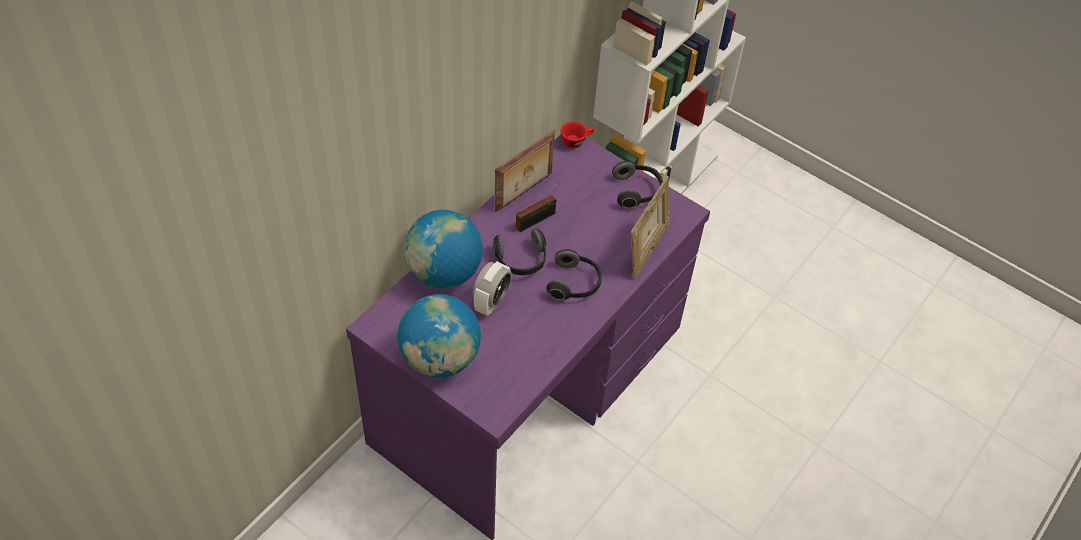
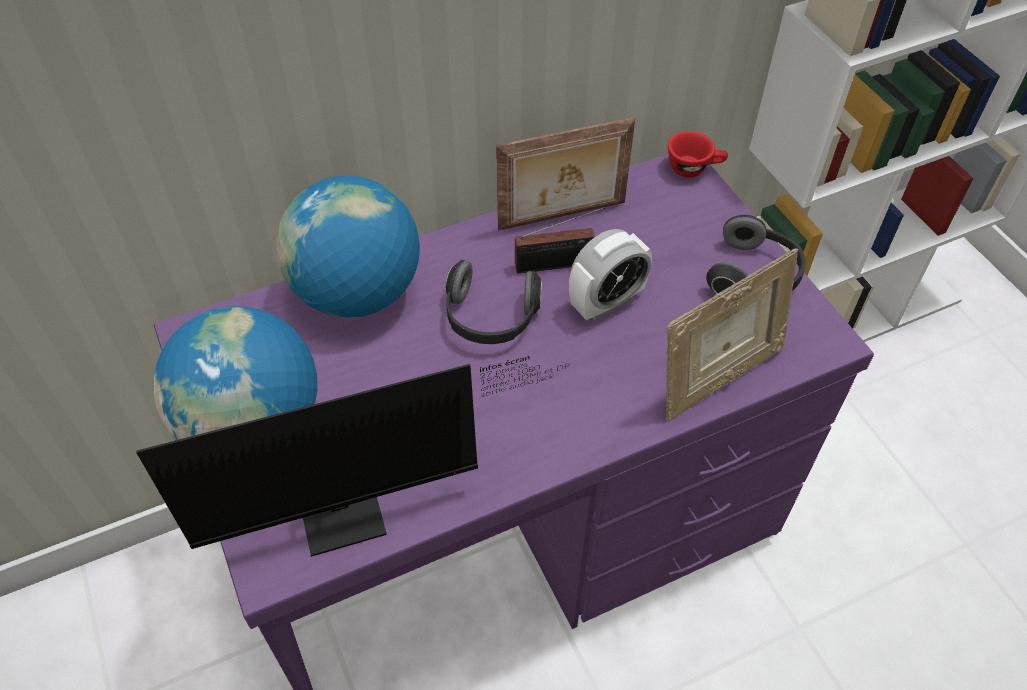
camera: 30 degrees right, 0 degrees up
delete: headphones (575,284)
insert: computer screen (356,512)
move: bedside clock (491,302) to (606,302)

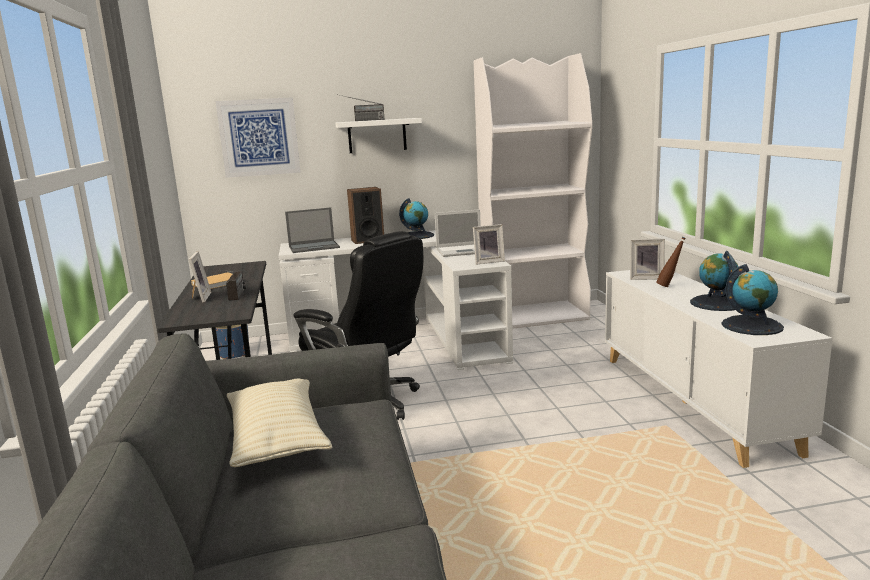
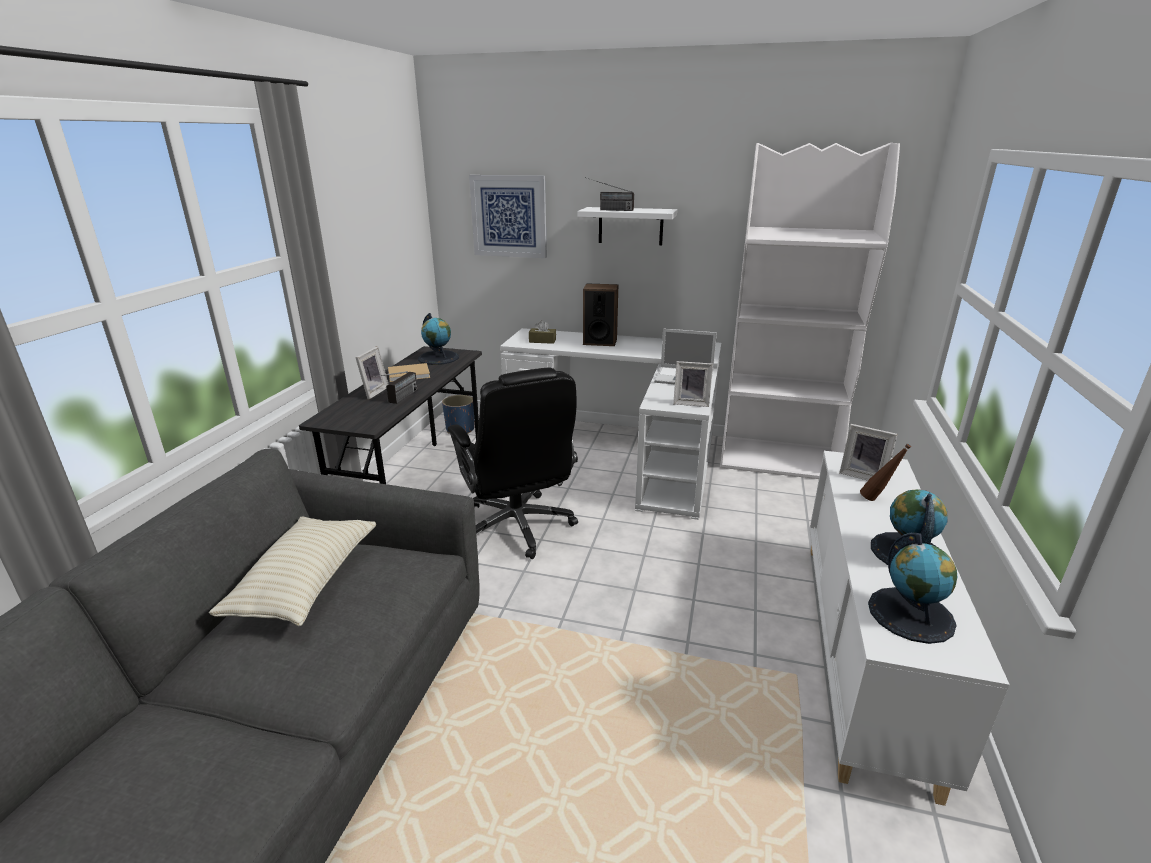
camera: 25 degrees right, 10 degrees up
move: world globe (417,236) to (438,358)
replace: portable computer (314,247) to box of tissues in brown-coloured (542,341)

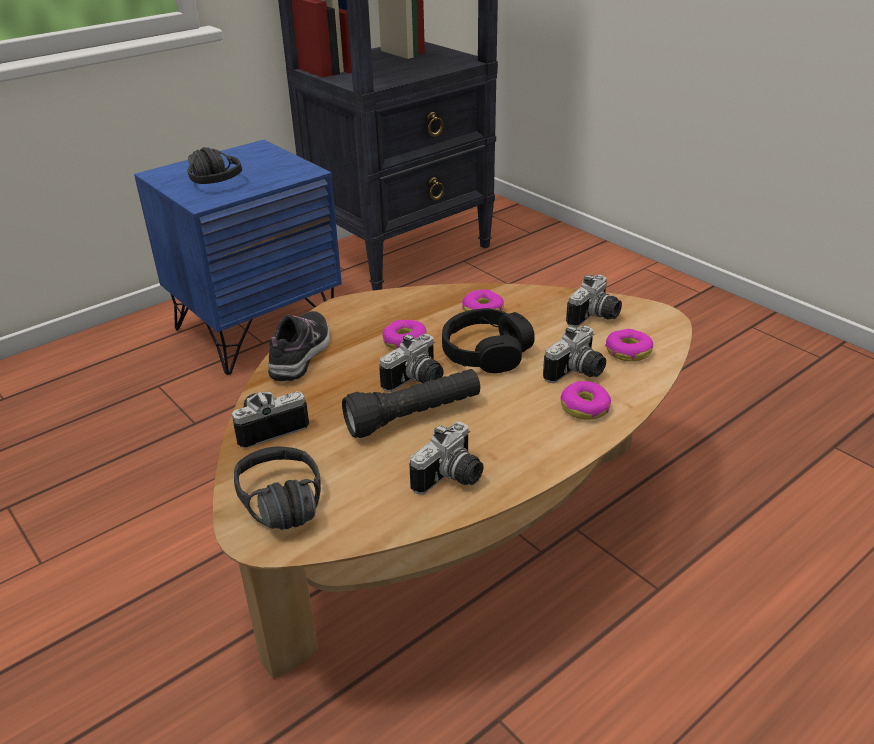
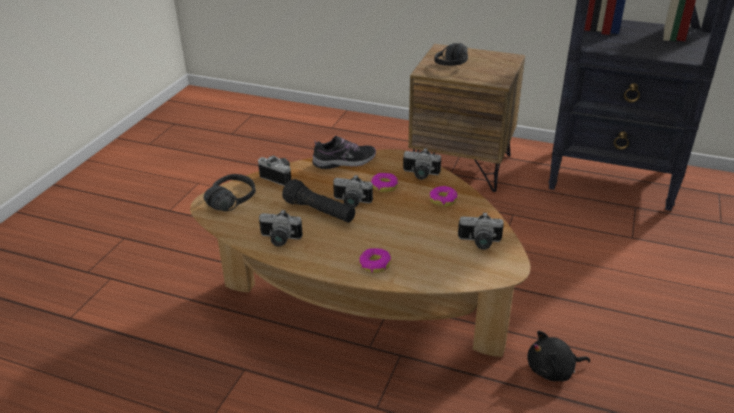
camera: 60 degrees right, 0 degrees up
delete: headphones in black-coloured (486,352); donut (628,351)
insert: cuddly toy in black-coloured (553,370)
move: photo camera (577,373) to (420,175)
recolor: night table in bluish (257,328) to night table in brown-coloured (462,165)

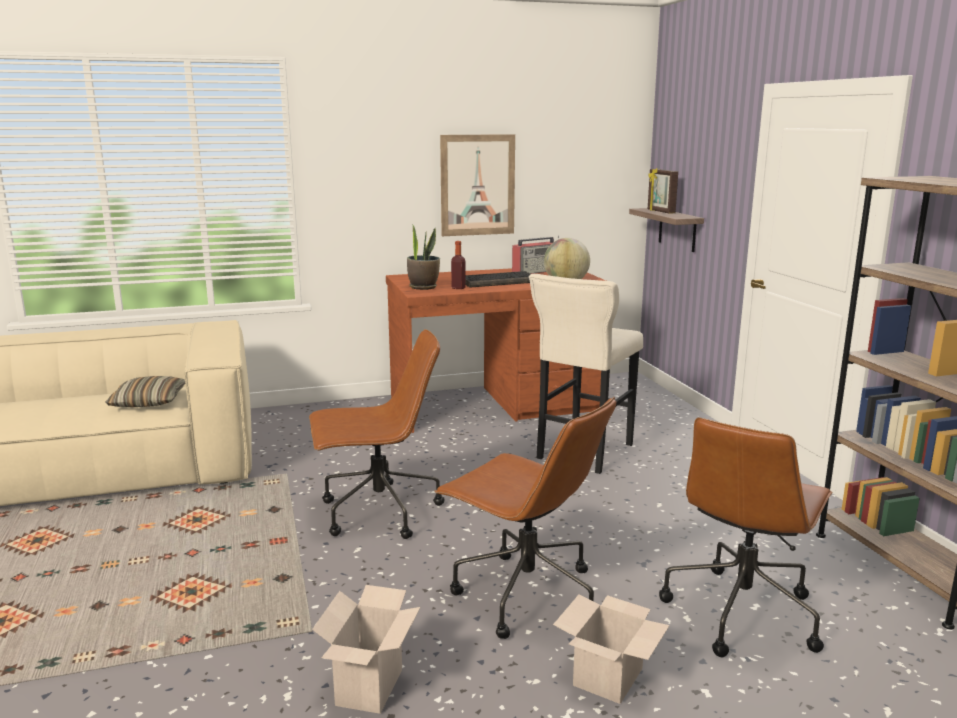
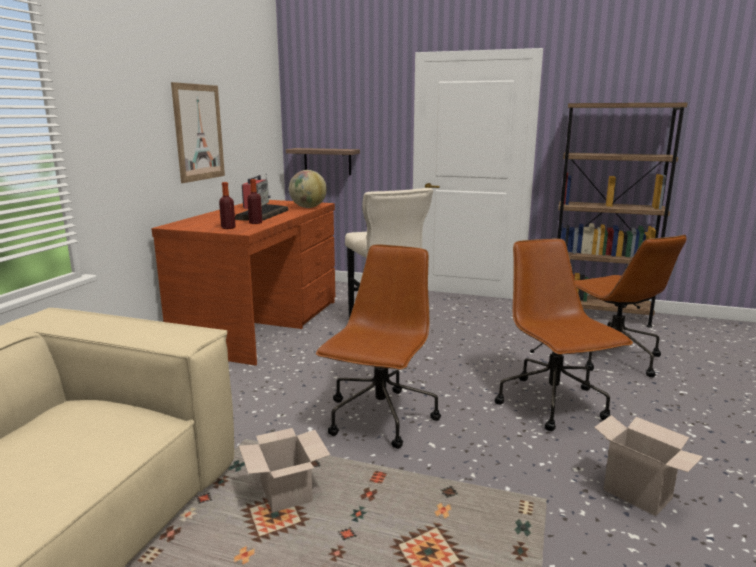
camera: 55 degrees left, 0 degrees up
delete: cushion (149,402); picture frame (660,212)
move: packing box (608,678) to (287,493)
replace: plant in a pot (423,287) to bottle (228,228)
rotate: desk chair in brown-coloured (525,595) = (553,404) 90 degrees counterclockwise

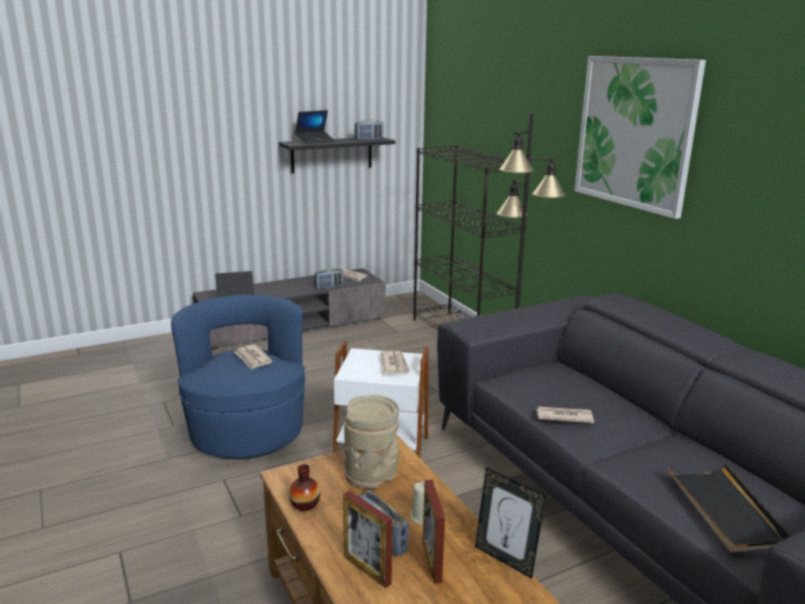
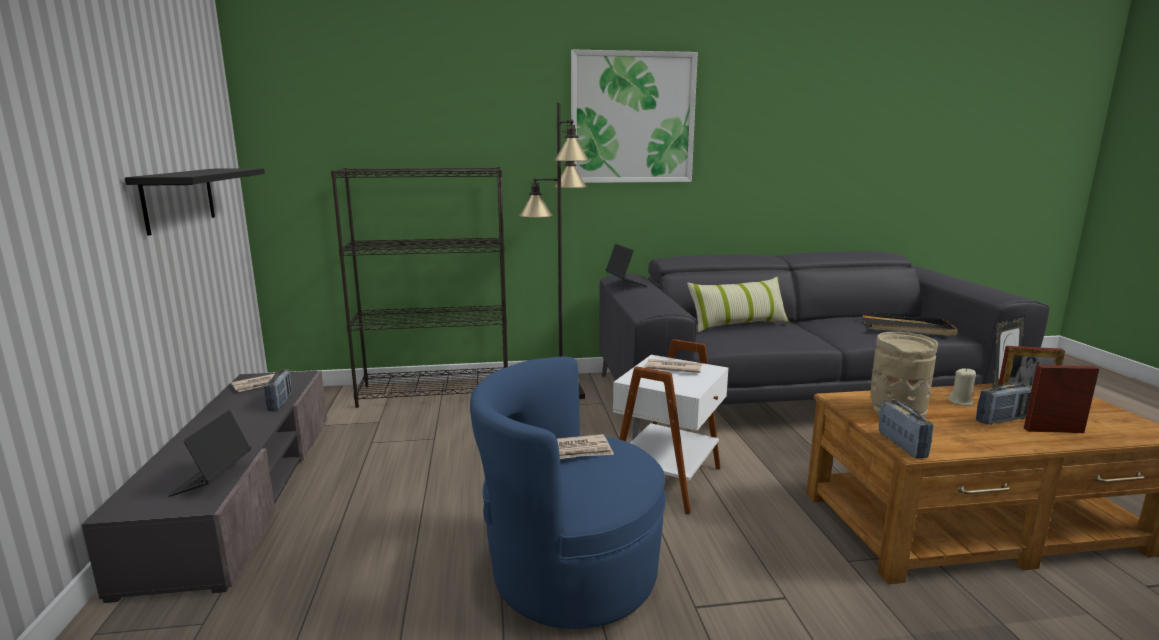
camera: 70 degrees left, 5 degrees down
delete: vase (305,504); daily paper (563,416)
insert: cushion (738,324)
move: portable computer (315,141) to (625,283); radio set (369,139) to (902,445)
rotate: picture frame (367,570) = (1053,430) 150 degrees counterclockwise

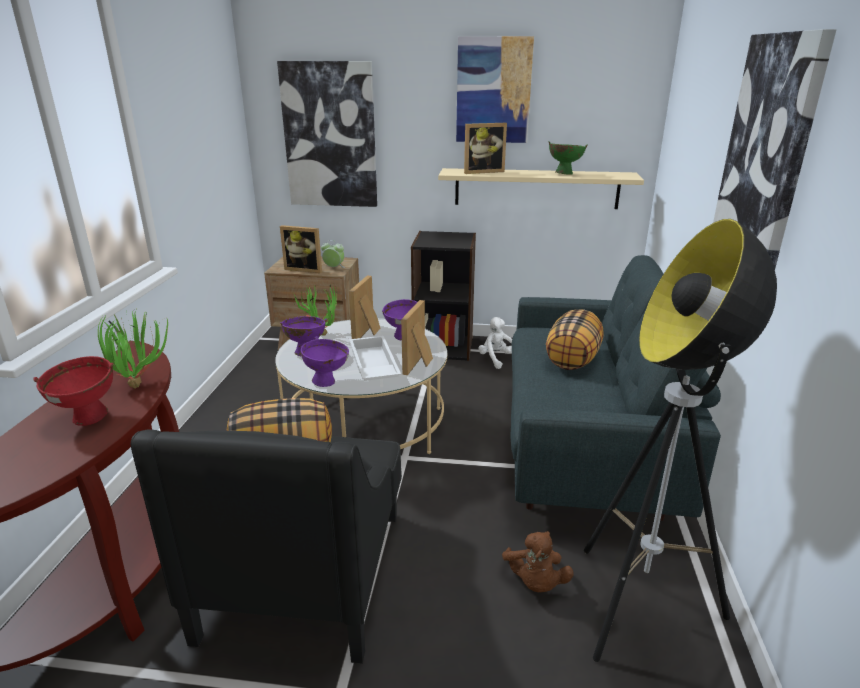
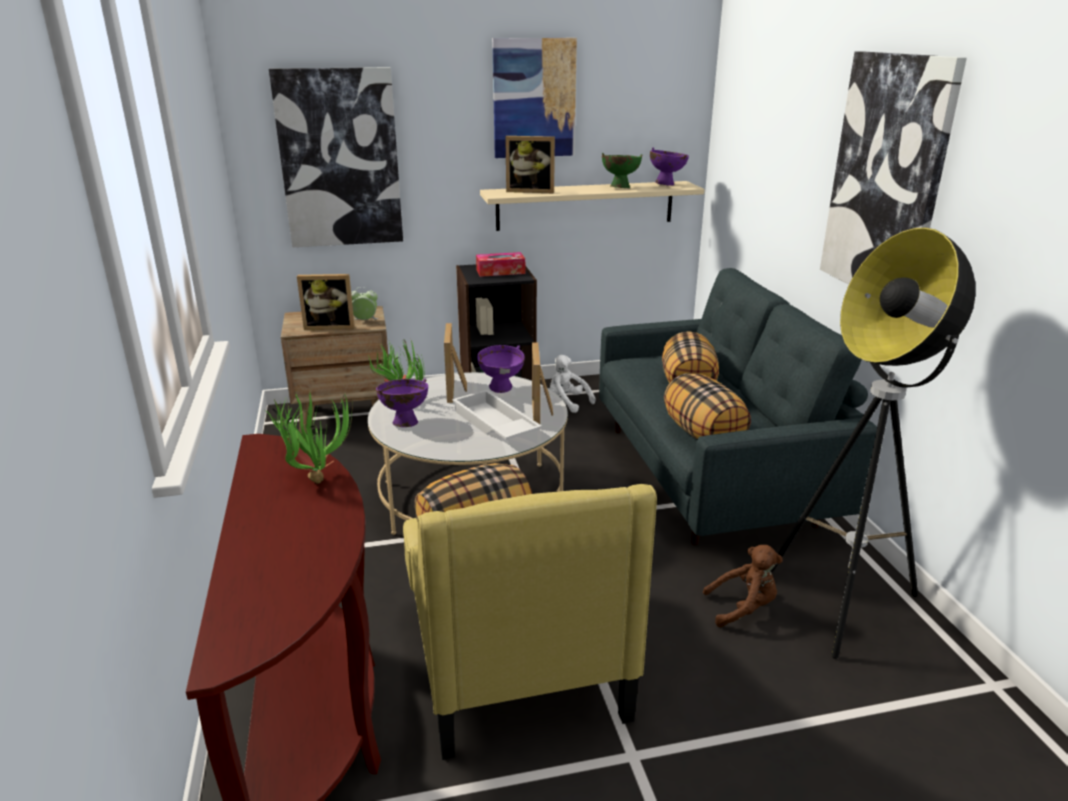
camera: 20 degrees left, 0 degrees up
delete: deep dish in reddish (89,419)
insert: box of tissues (500,271); cushion (703,435)
move: deep dish in purple (326,381) to (666,184)
recolor: lounge chair in black-coloured (305,571) to lounge chair in yellowish (514,657)
rotate: picture frame (482,171) = (531,191) 45 degrees clockwise; cuddly toy in brown-coloured (535,582) = (743,608) 75 degrees counterclockwise

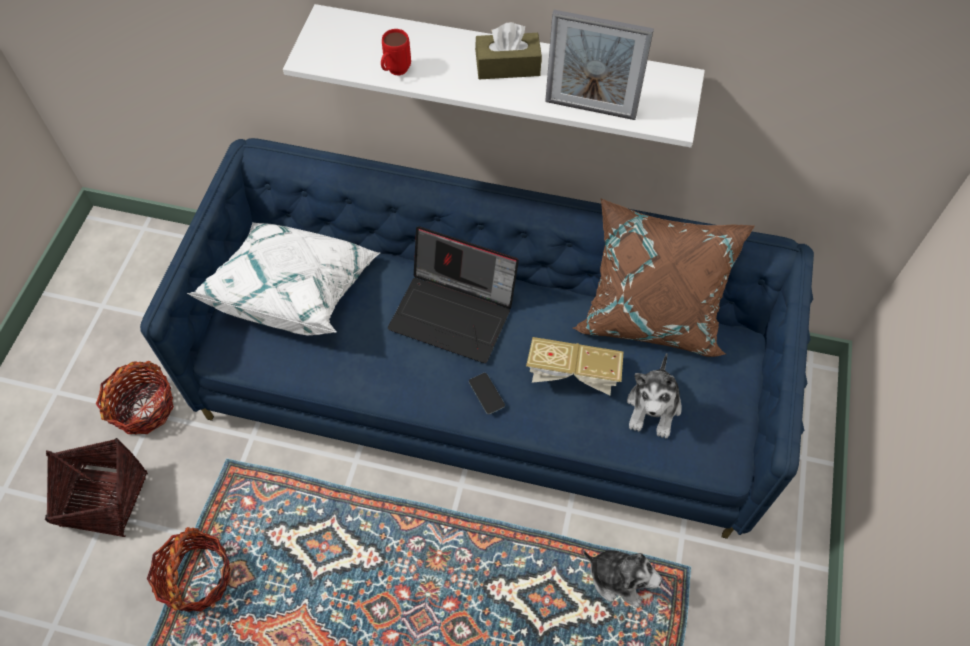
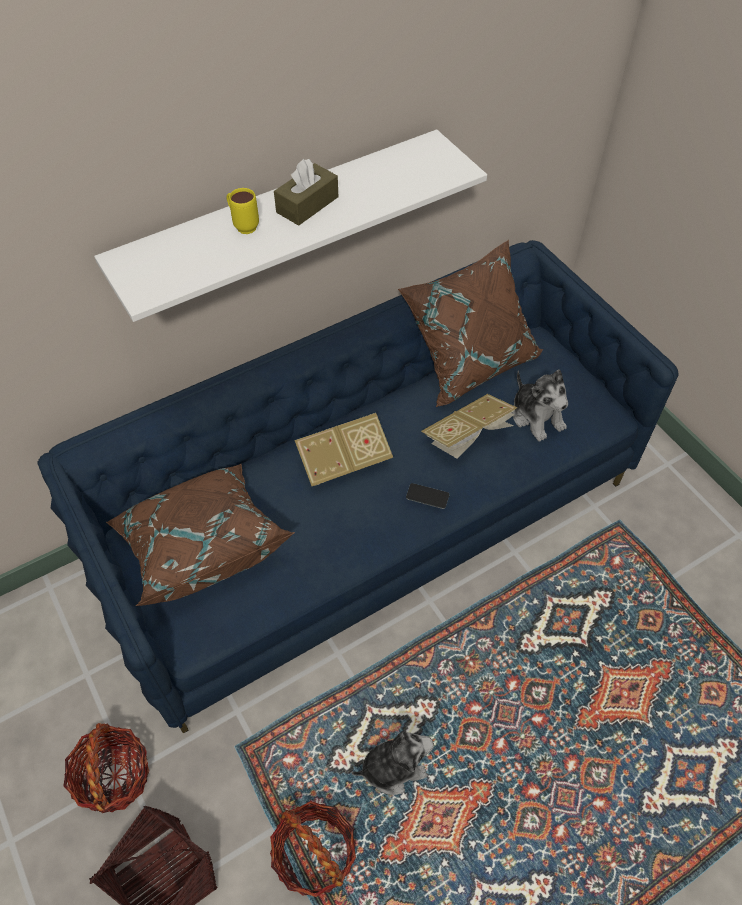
camera: 45 degrees left, 5 degrees down
delete: coffee mug in reddish (395,72); picture frame (590,109)
insert: coffee mug in yellowish (243,226)
move: cuddly toy (619,578) to (393,767)
replace: portable computer (455,313) to bound book (343,462)
recolor: cushion in white-coloured (295,290) to cushion in brown-coloured (201,545)

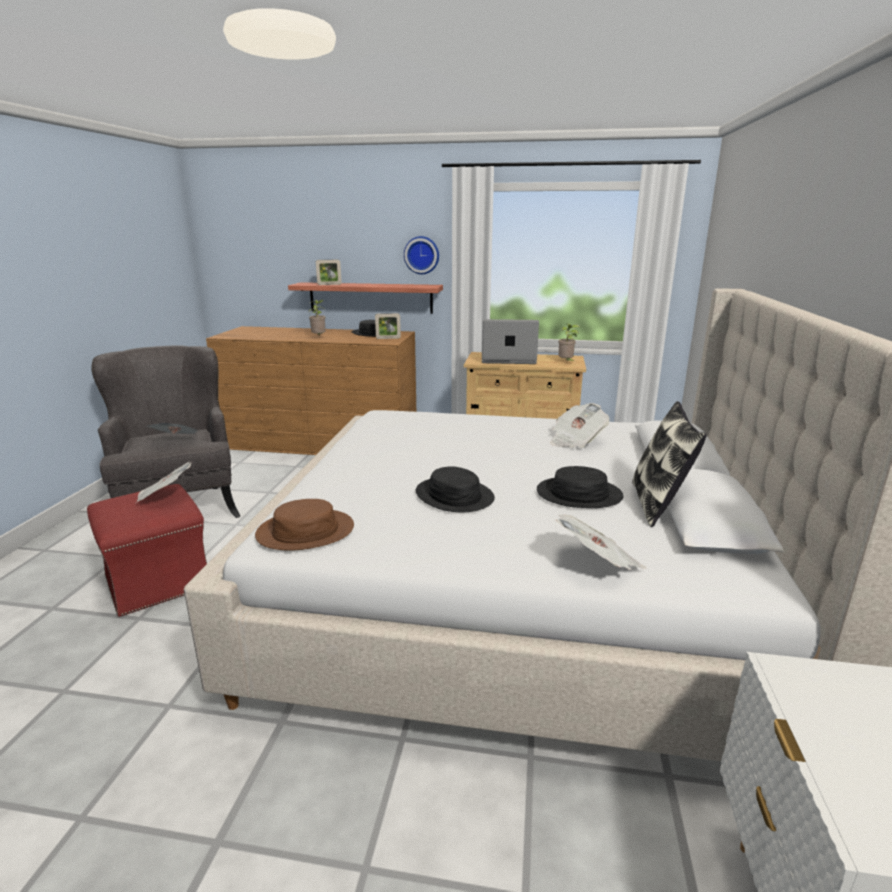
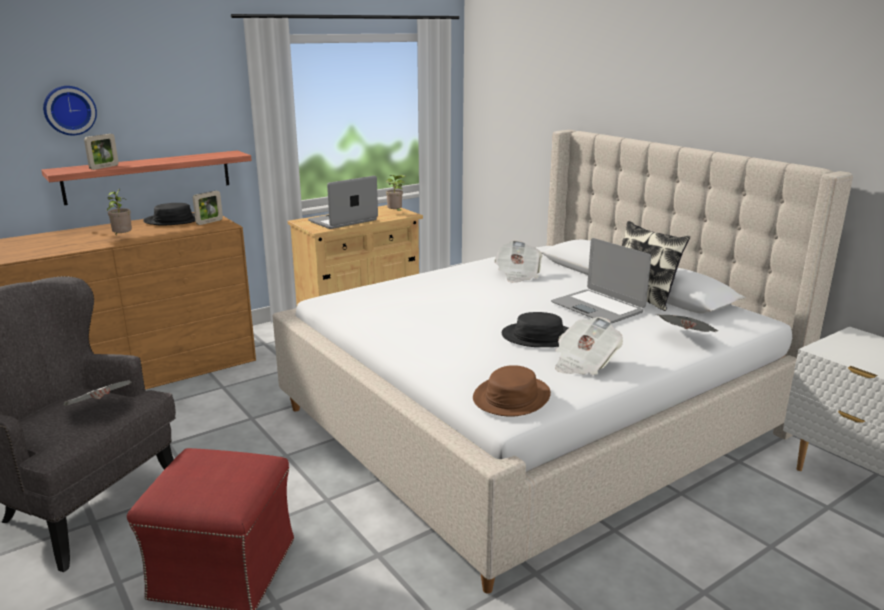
camera: 45 degrees left, 0 degrees up
move: clock on the wall (422,255) to (69,110); daily paper (165,496) to (584,363)
replace: clothing hat in black-coloured (579,494) to portable computer (597,307)

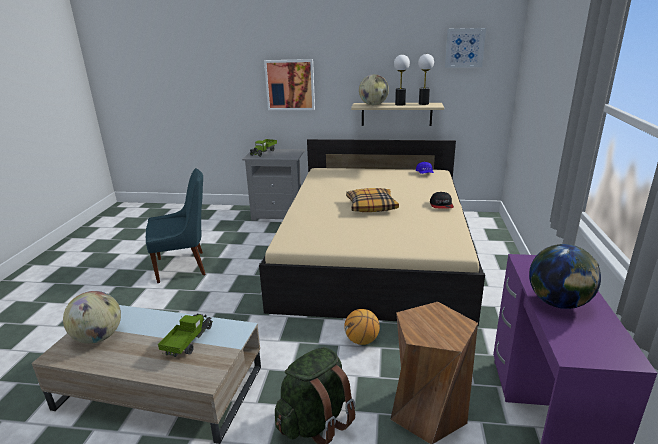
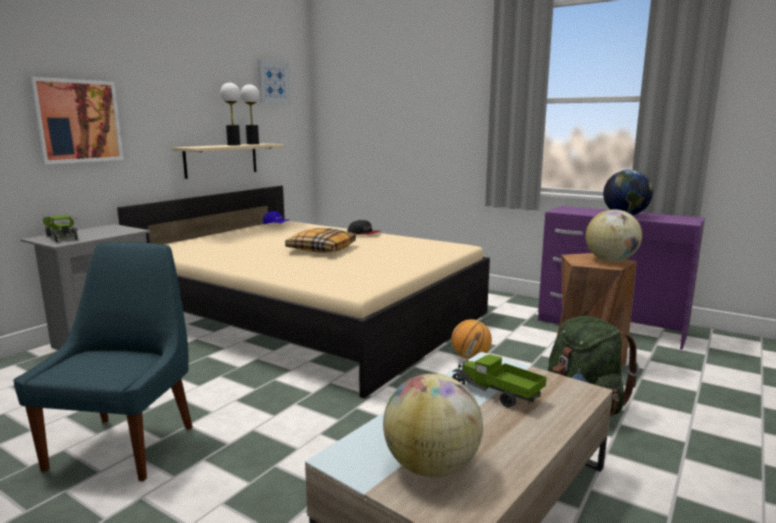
camera: 65 degrees left, 10 degrees down
move: world globe (373,105) to (610,261)

